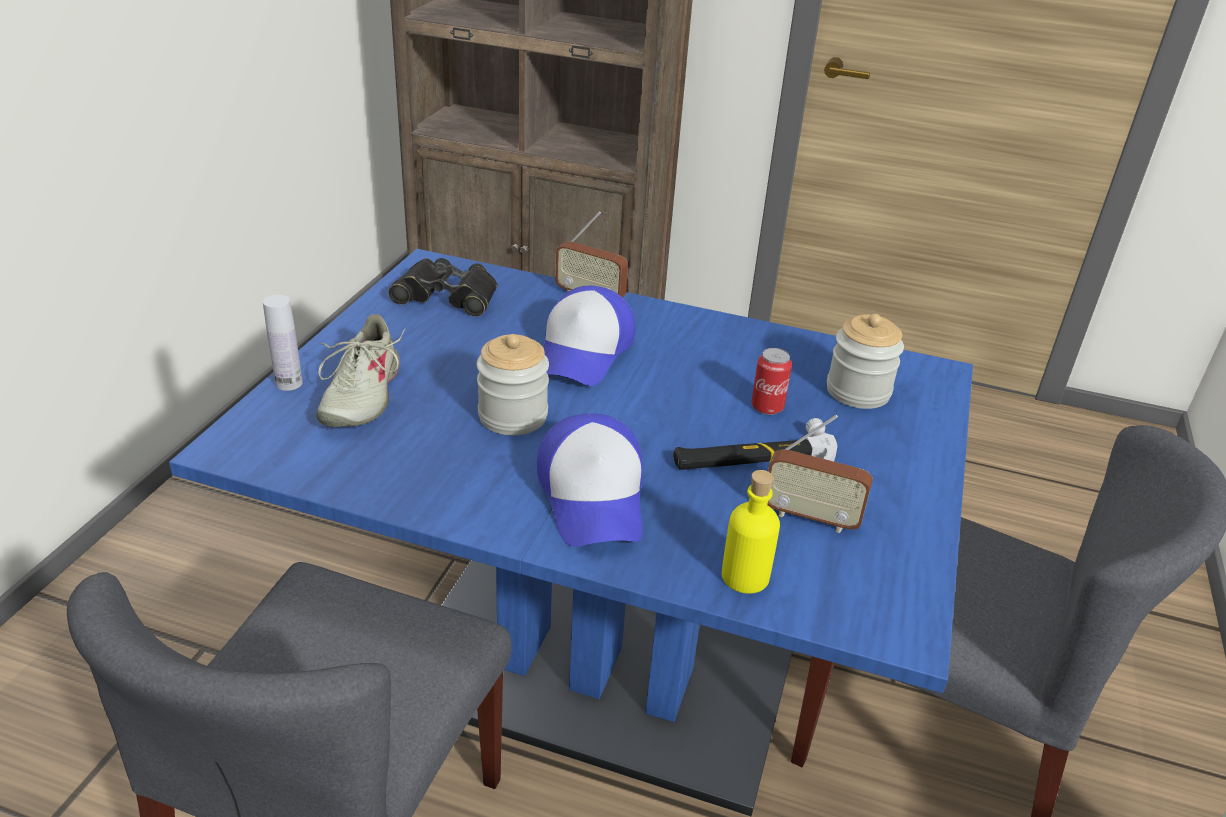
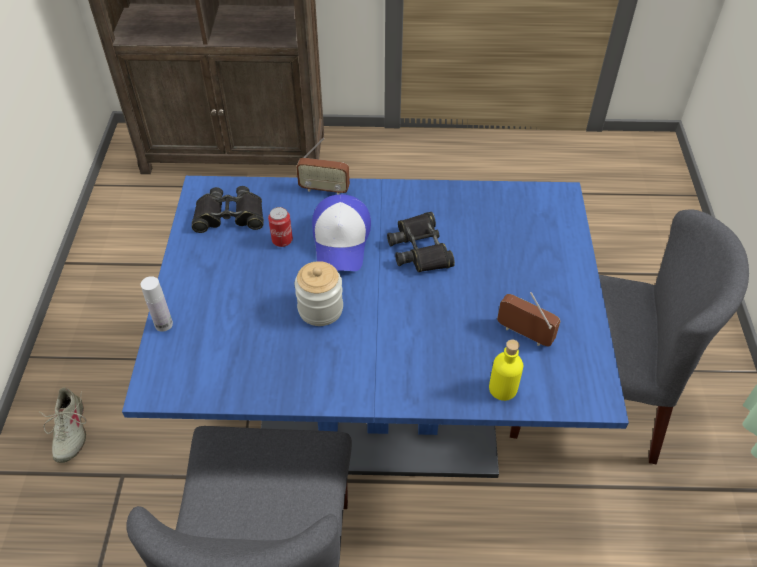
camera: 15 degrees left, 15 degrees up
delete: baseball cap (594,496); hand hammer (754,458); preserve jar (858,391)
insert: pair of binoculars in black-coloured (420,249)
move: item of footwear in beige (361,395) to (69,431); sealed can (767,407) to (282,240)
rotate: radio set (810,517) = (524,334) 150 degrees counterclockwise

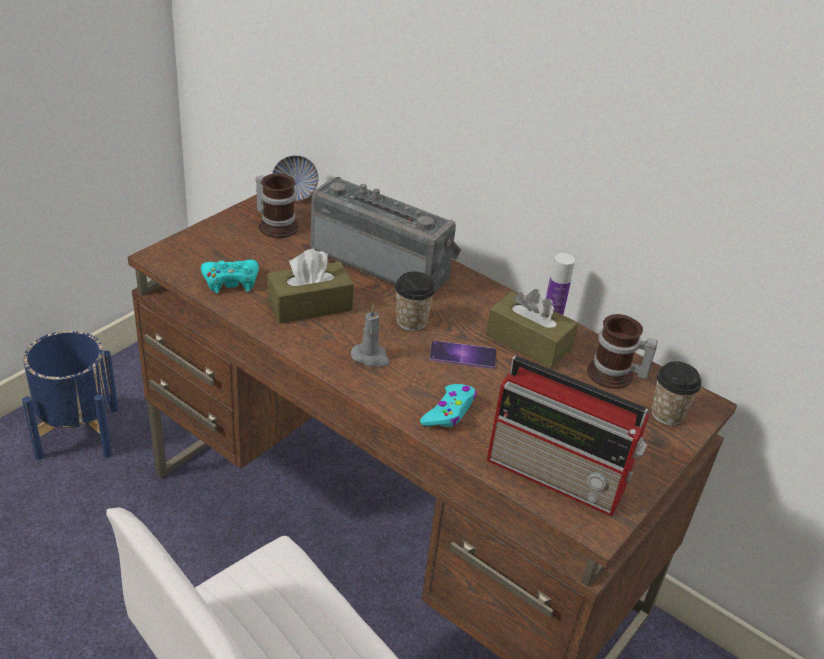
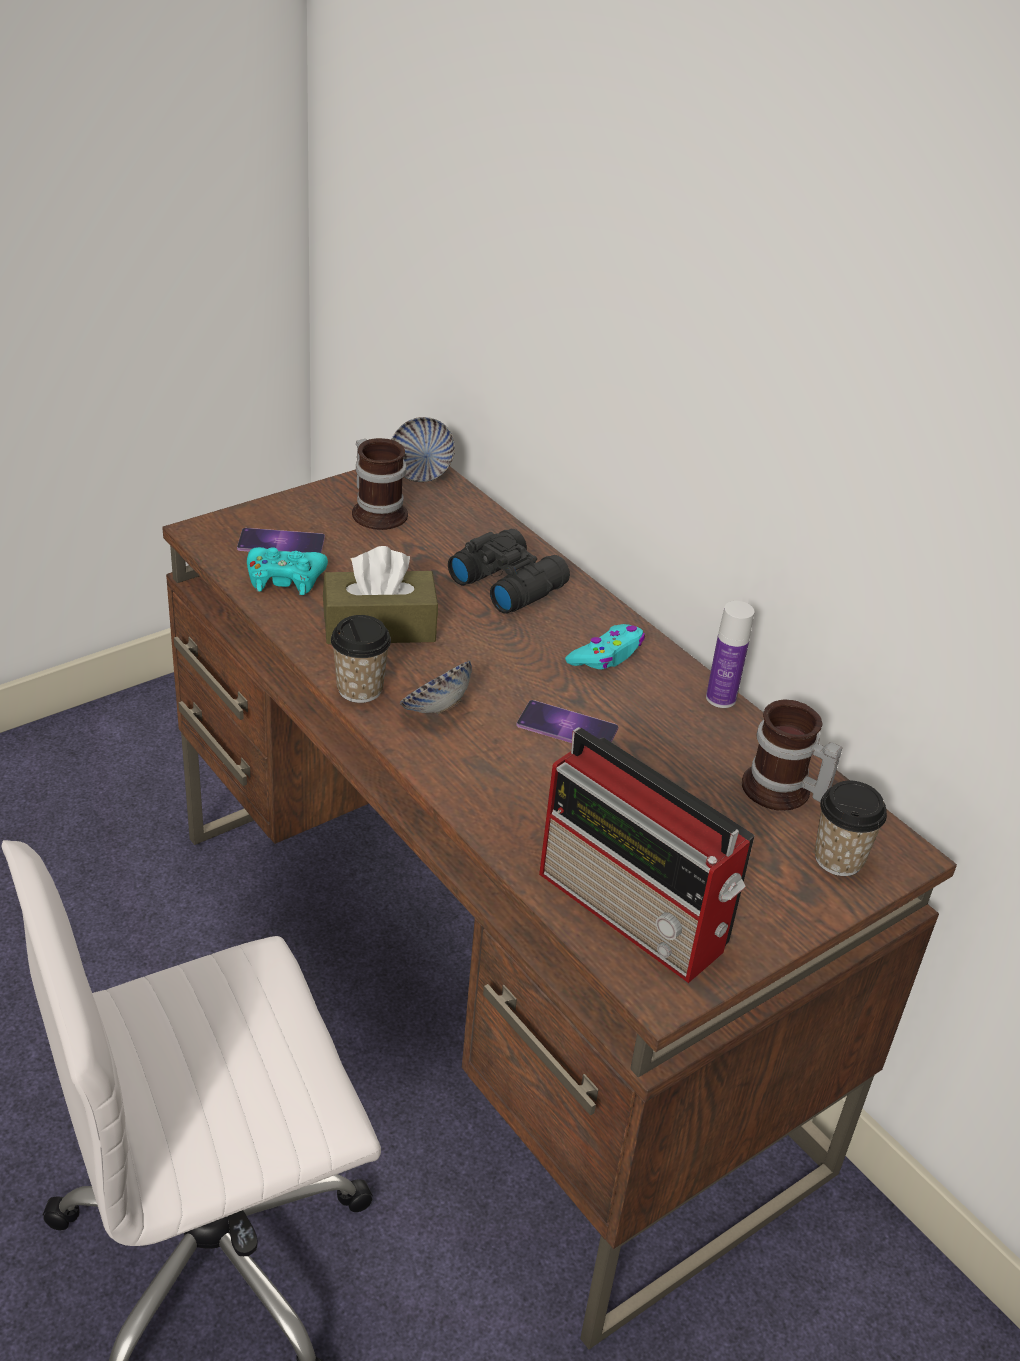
camera: 15 degrees right, 0 degrees up
delete: plant pot in bluish (78,433); box of tissues in brown-coloured (528,342)
insert: telephone (281,543)
move: drinking cup (411,321) to (360,689); gamepad in blue-green (449,412) to (607,655)
replace: candle in greyish (371,357) to deep dish (435,709); radio set (383,262) to pair of binoculars in black-coloured (507,582)

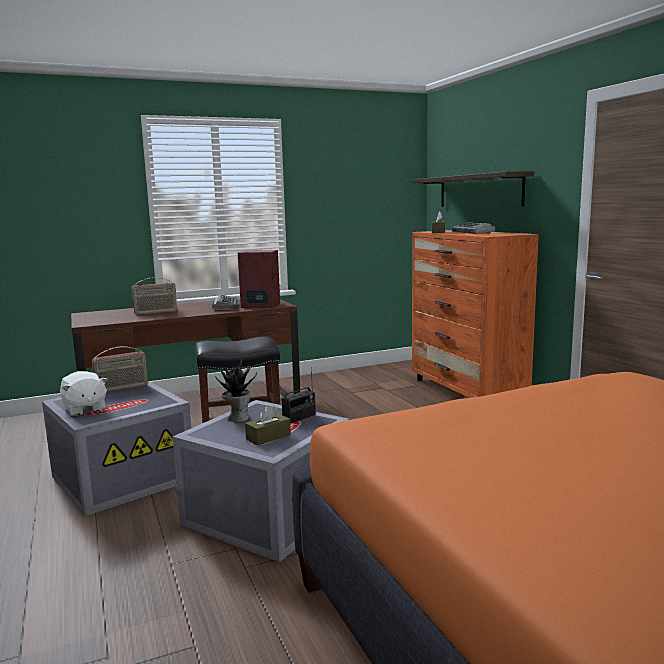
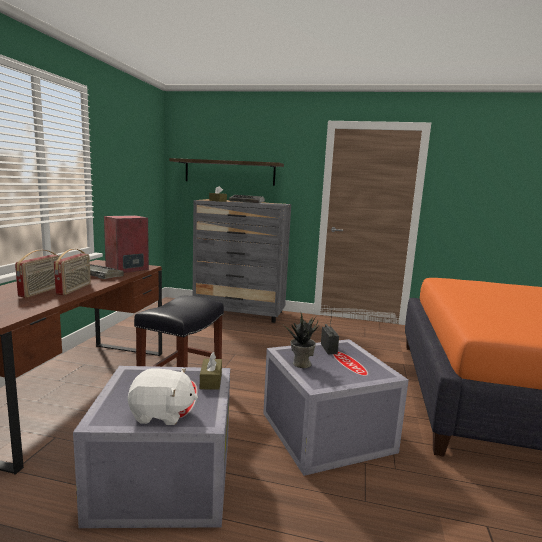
camera: 55 degrees left, 0 degrees up
move: radio set (122,388) to (74,289); box of tissues in brown-coloured (268,437) to (211,380)
recolor: drawer chest in orange-coloured (467,391) to drawer chest in greyish (240,312)

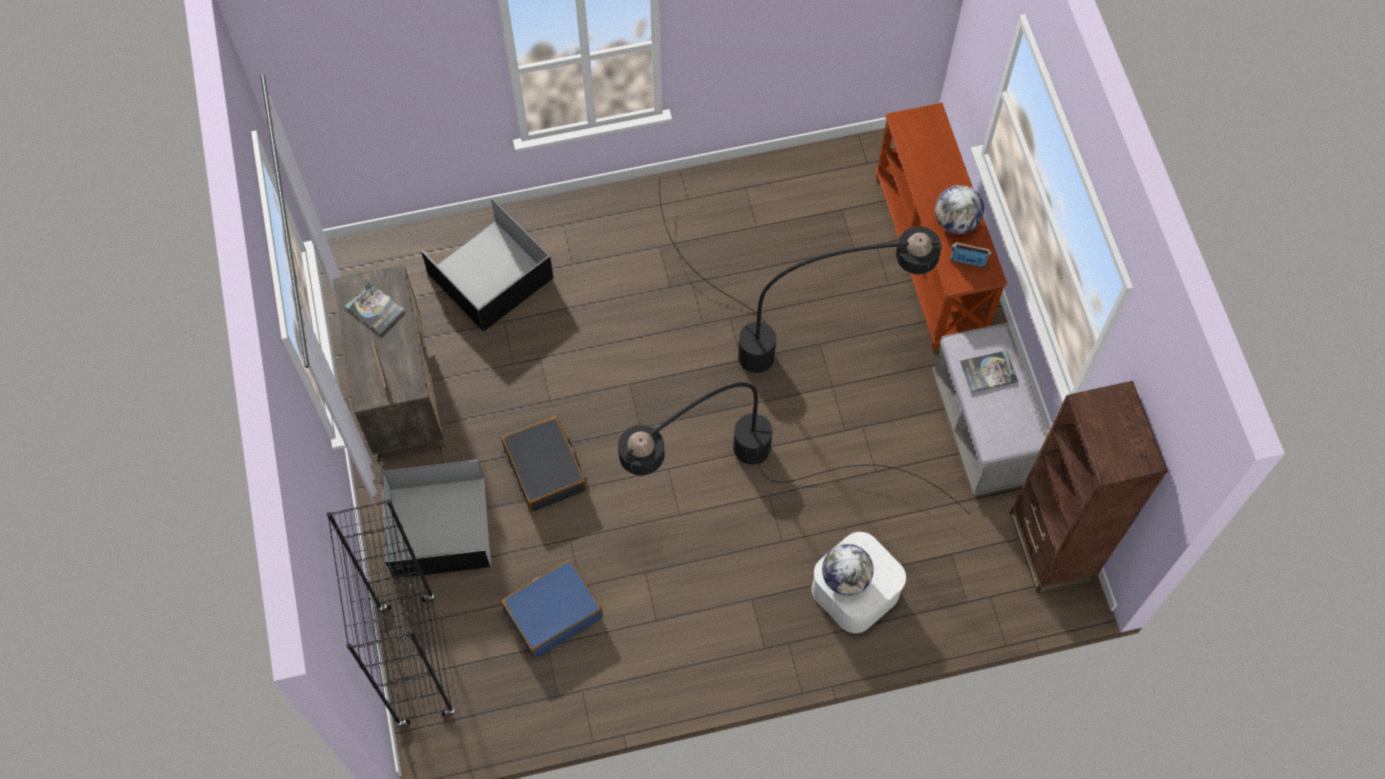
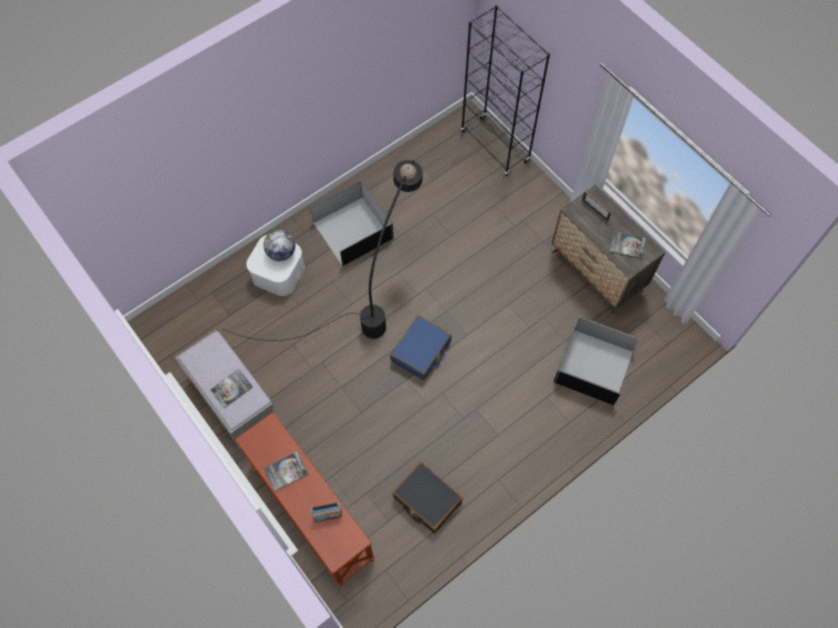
camera: 155 degrees right, 0 degrees up
delete: standing lamp in black-coloured (799,337); shelving unit in brown-coloured (1051,545)
move: storage bin in black-coloured (439,528) to (352,229); radio set (968,260) to (327,515); suitcase in bluish (553,613) to (421,351); suitcase in black-coloured (545,469) to (427,500)
replace: world globe (956,222) to bound book (286,471)

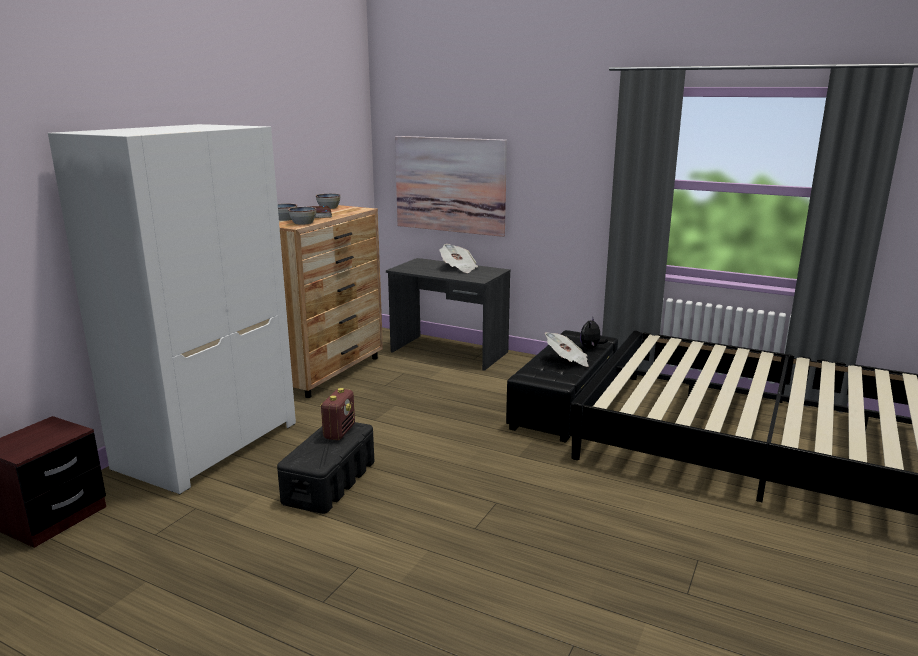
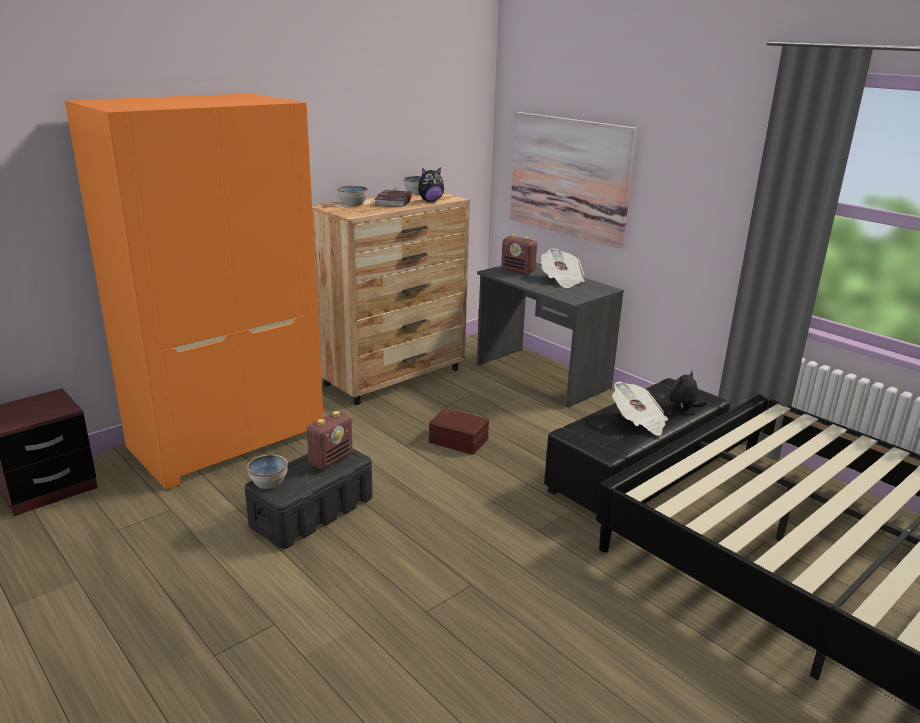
camera: 20 degrees right, 5 degrees up
insert: cuddly toy (430,201); storage bin in brown-coloured (459,440); radio set (518,271)
move: deep dish (303,223) to (269,482)
recolor: wardrobe in white-coloured (208,444) to wardrobe in orange-coloured (228,439)

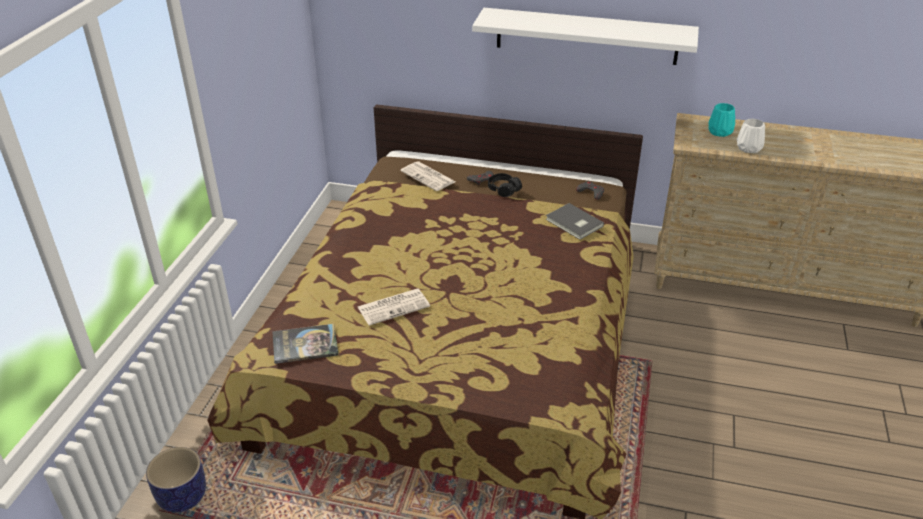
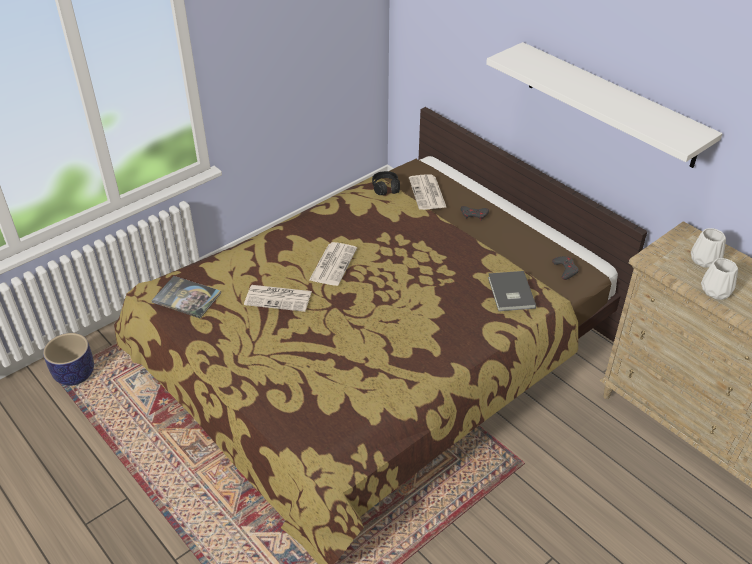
camera: 35 degrees right, 5 degrees up
insert: daily paper (333,264)
move: headphones in black-coloured (503,190) to (386,188)
recolor: vase in blue-green (720,132) to vase in white-coloured (704,260)

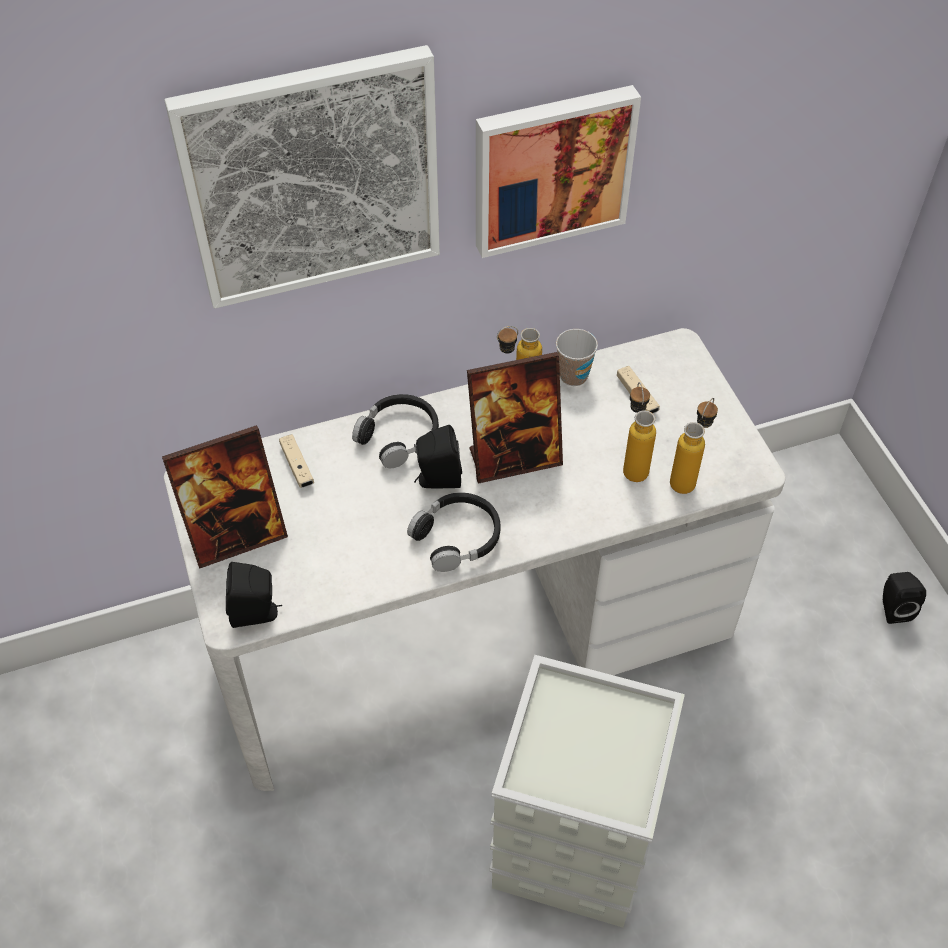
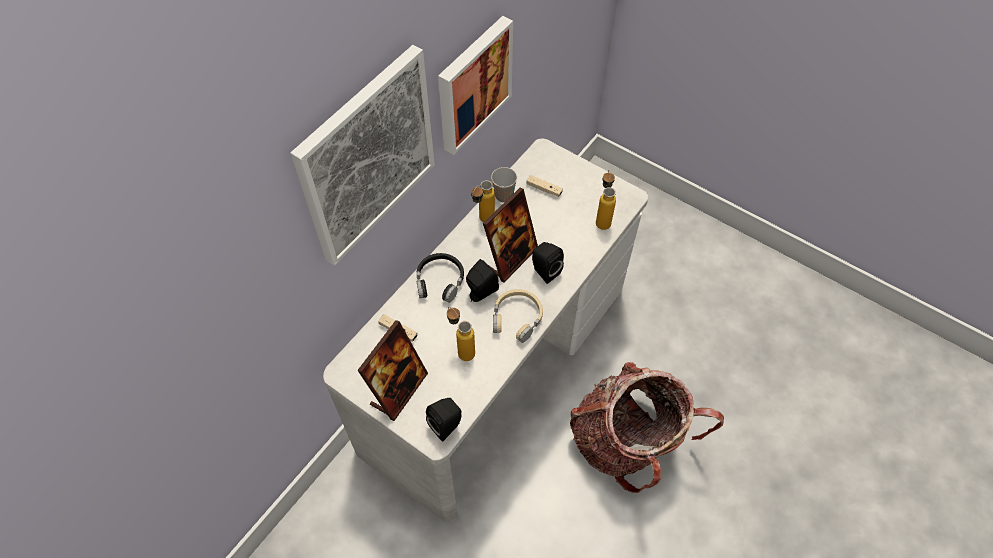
camera: 35 degrees left, 5 degrees up
move: bottle (633,464) to (461,349); speaker in black-coloured (893,608) to (544,271)
replace: storage bin in greyish (574,846) to knapsack (627,441)
recolor: headphones in black-coloured (457,537) to headphones in beige (516,318)

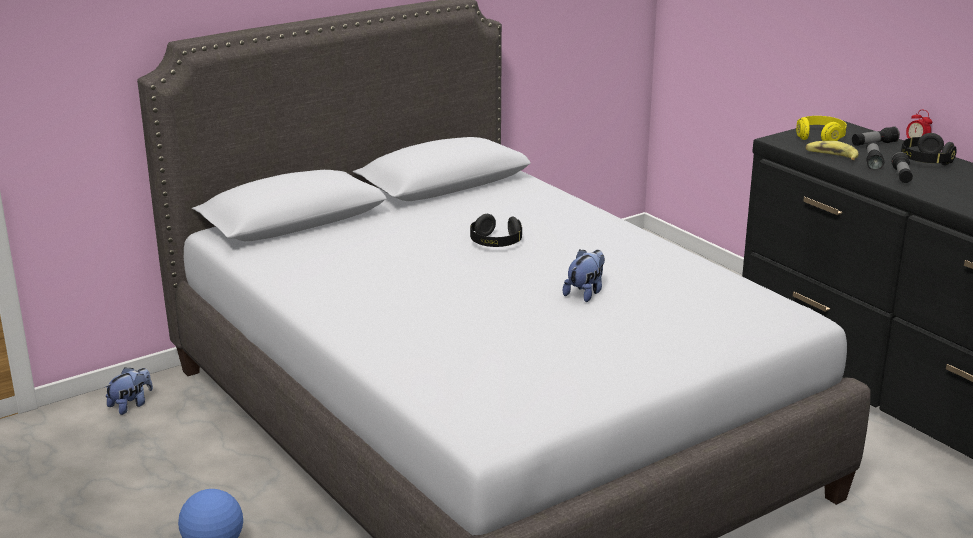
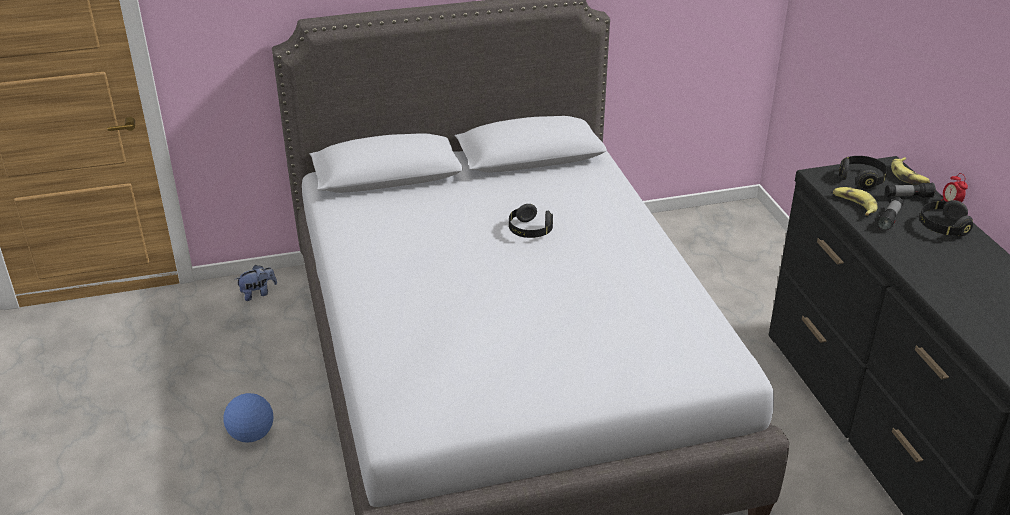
camera: 20 degrees right, 10 degrees up
delete: cuddly toy (585,293); flashlight (901,176)
insert: banana (909,176)
recolor: headphones in yellowish (820,138) to headphones in black-coloured (861,179)

